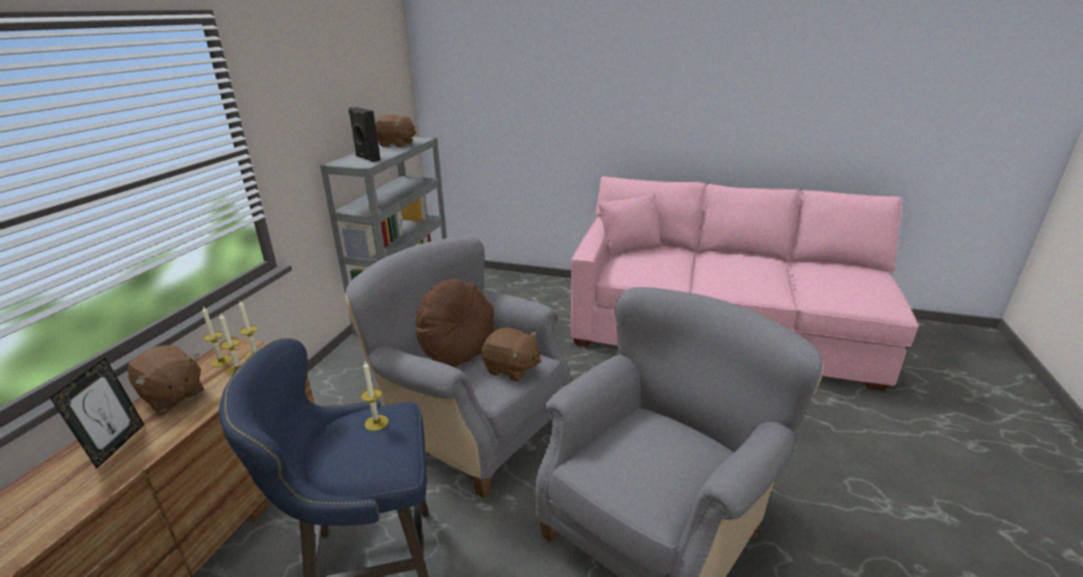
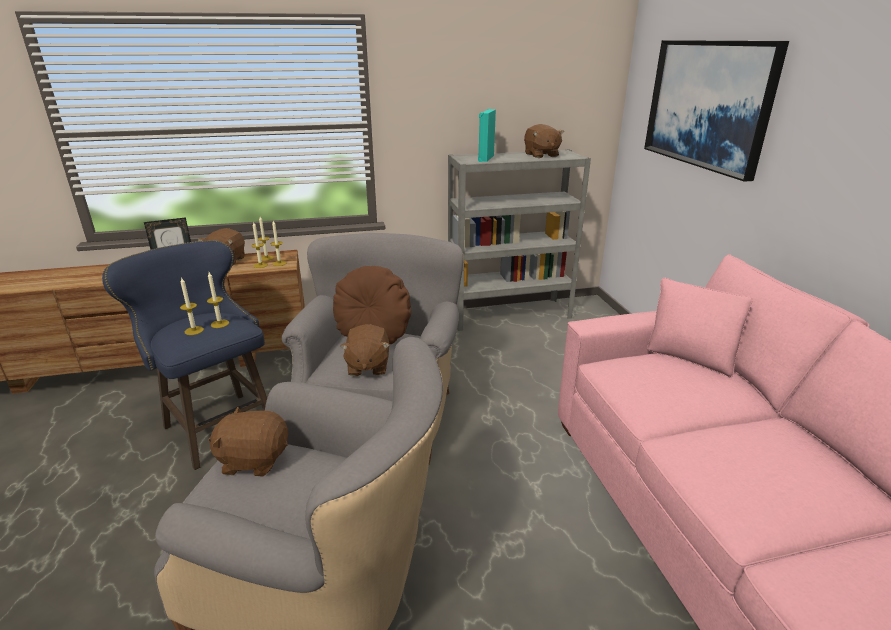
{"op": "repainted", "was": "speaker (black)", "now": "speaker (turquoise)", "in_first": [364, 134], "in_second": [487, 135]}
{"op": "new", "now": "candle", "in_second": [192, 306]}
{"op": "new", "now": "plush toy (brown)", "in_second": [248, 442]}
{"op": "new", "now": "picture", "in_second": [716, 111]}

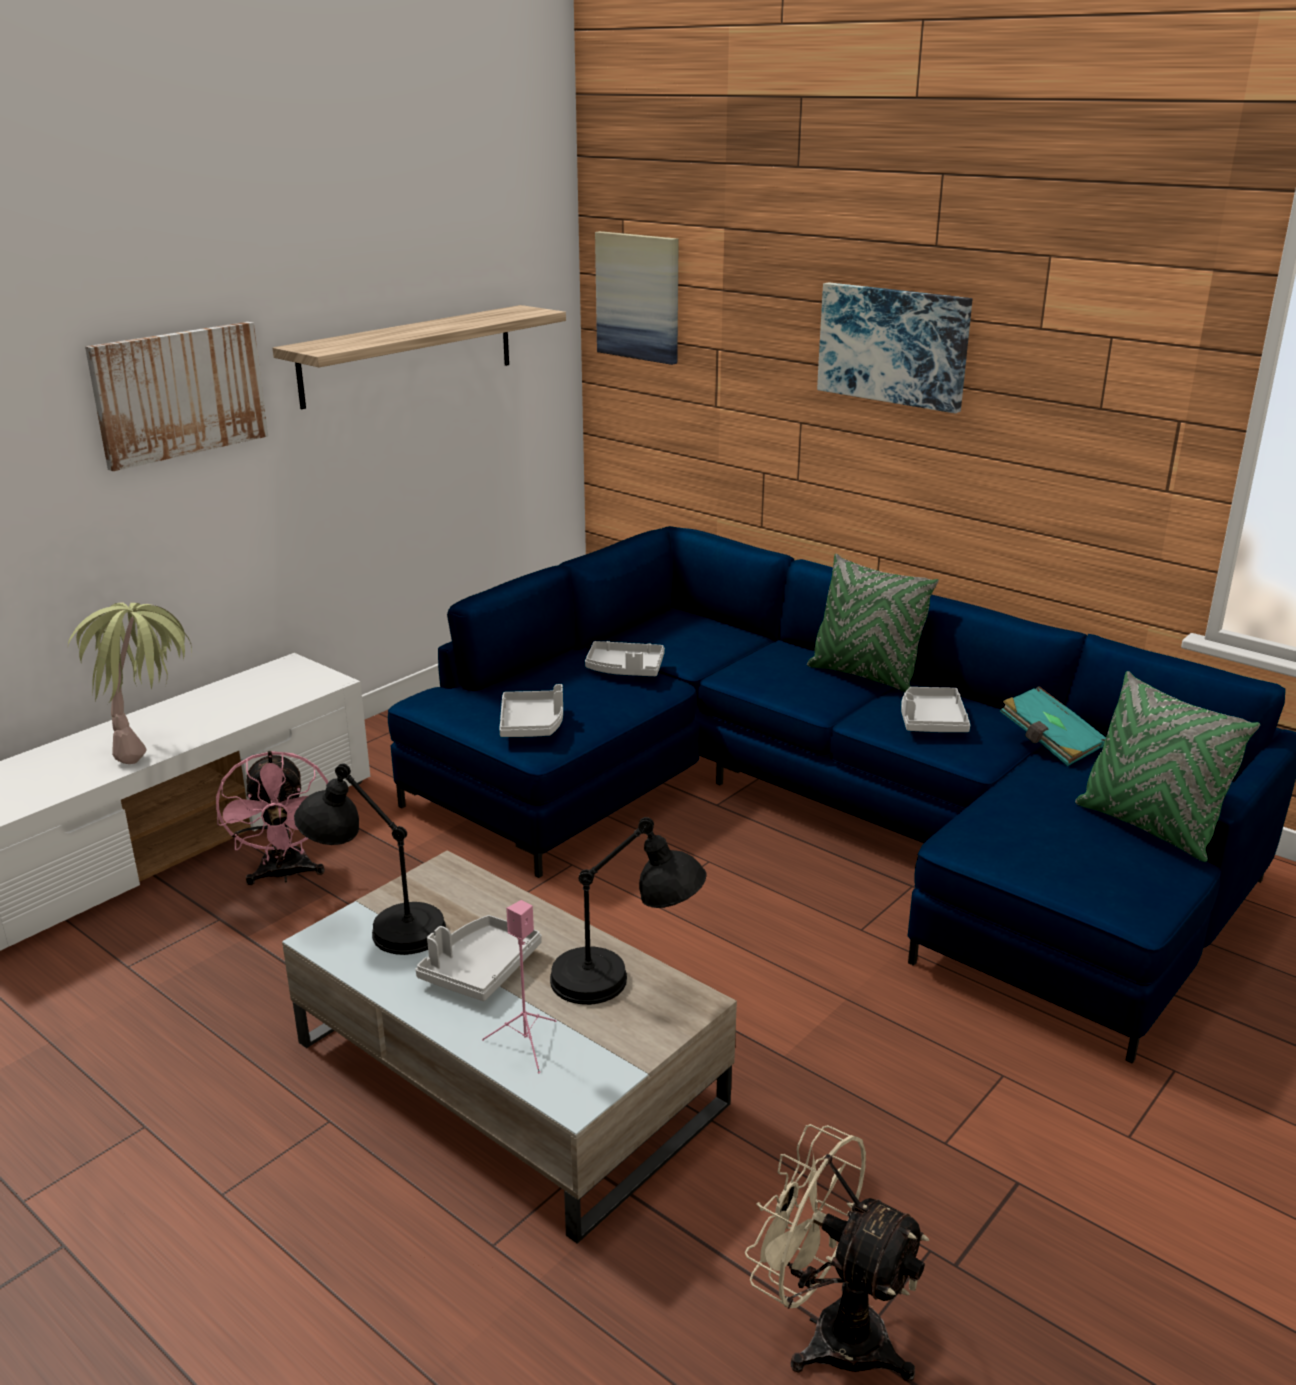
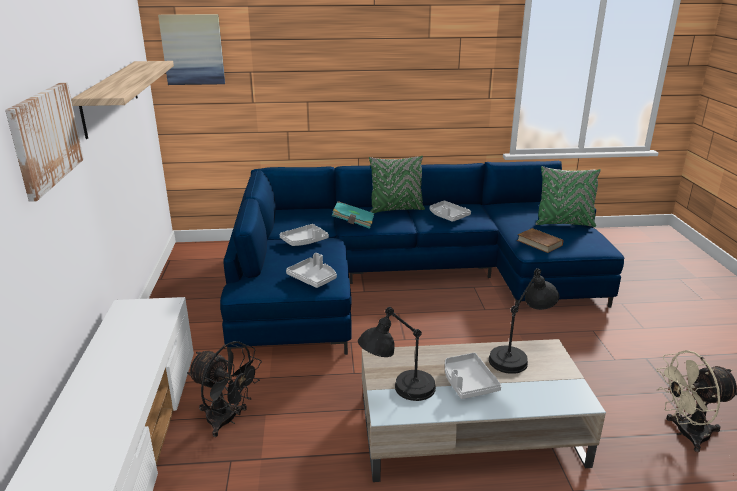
{"op": "gone", "was": "potted plant", "in_first": [130, 683]}
{"op": "repainted", "was": "fan (pink)", "now": "fan (black)", "in_first": [272, 818], "in_second": [224, 389]}
{"op": "gone", "was": "speaker (pink)", "in_first": [519, 986]}
{"op": "gone", "was": "picture", "in_first": [894, 348]}
{"op": "shifted", "was": "book (turquoise)", "in_first": [1053, 726], "in_second": [353, 215]}
{"op": "new", "now": "book (brown)", "in_second": [540, 240]}

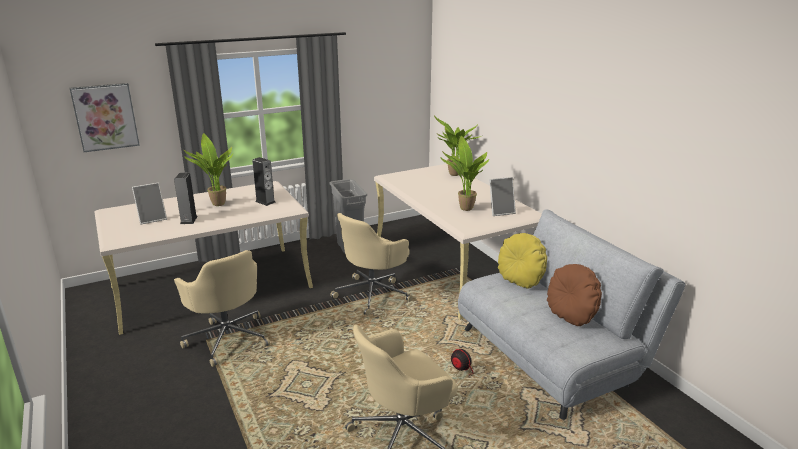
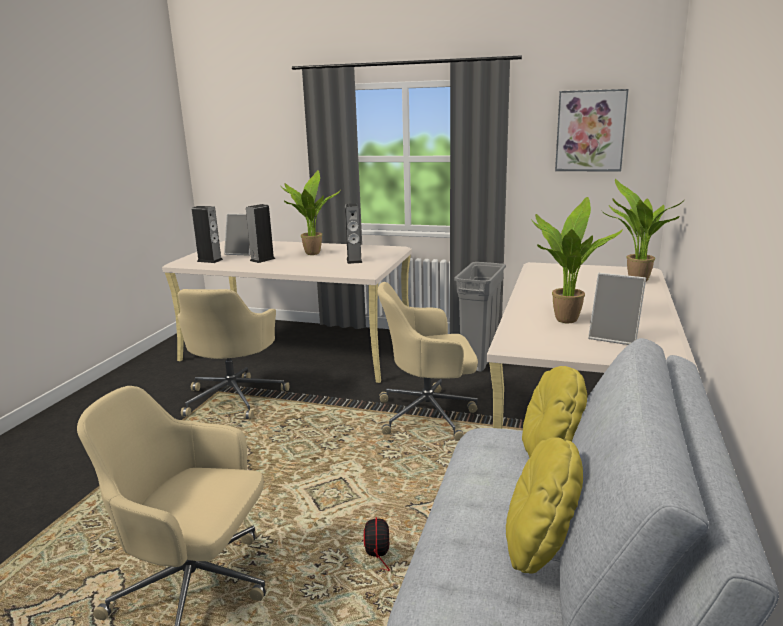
{"op": "shifted", "was": "picture", "in_first": [104, 117], "in_second": [592, 130]}
{"op": "repainted", "was": "pillow (brown)", "now": "pillow (yellow)", "in_first": [574, 295], "in_second": [544, 505]}
{"op": "new", "now": "speaker", "in_second": [207, 234]}

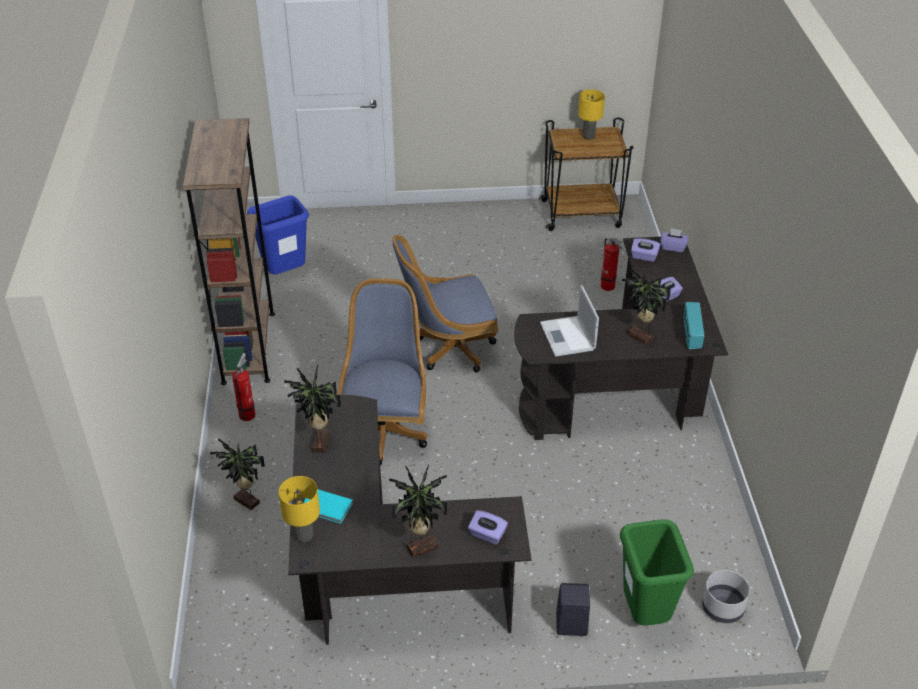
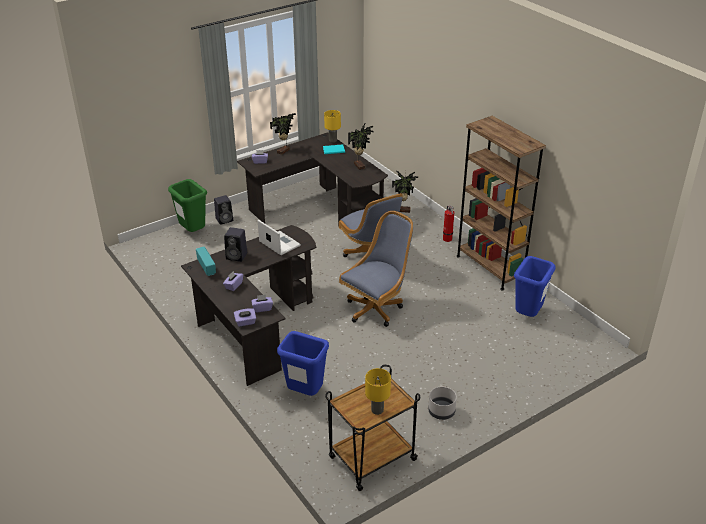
{"op": "swapped", "was": "fire extinguisher", "now": "trash can (blue)", "in_first": [612, 264], "in_second": [303, 363]}
{"op": "swapped", "was": "potted plant", "now": "speaker (black)", "in_first": [646, 306], "in_second": [235, 244]}
{"op": "shifted", "was": "planter (grey)", "in_first": [726, 596], "in_second": [442, 403]}

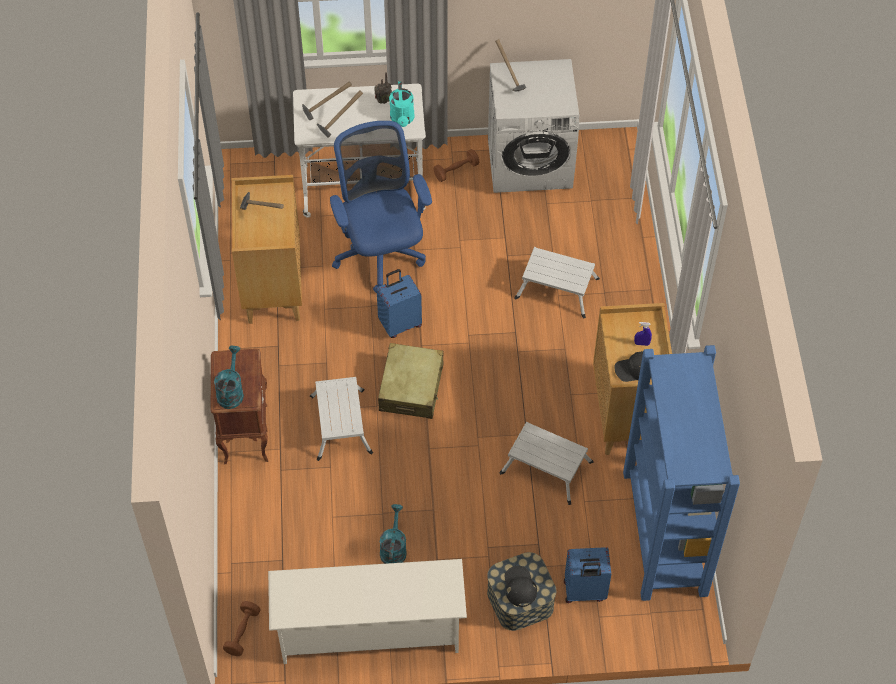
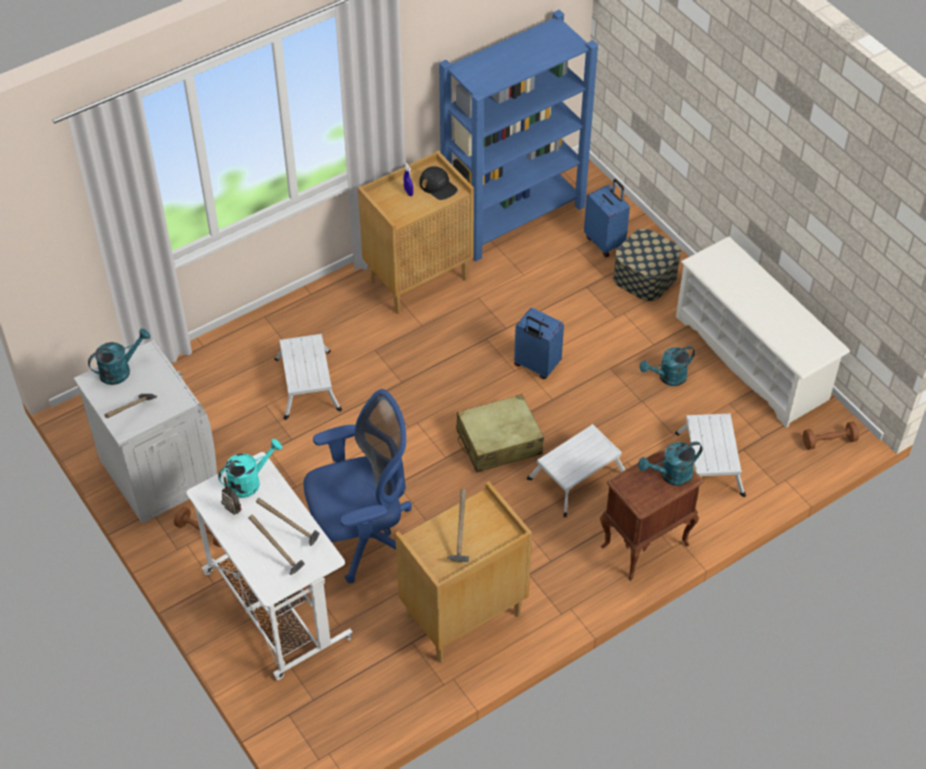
{"op": "rotated", "was": "office chair (blue)", "in_first": [381, 207], "in_second": [358, 486], "clockwise": -150}
{"op": "shifted", "was": "suitcase (blue)", "in_first": [399, 303], "in_second": [539, 343]}
{"op": "shifted", "was": "step ladder (white)", "in_first": [546, 463], "in_second": [710, 455]}
{"op": "gone", "was": "cap (black)", "in_first": [521, 586]}
{"op": "new", "now": "watering can (turquoise)", "in_second": [119, 356]}

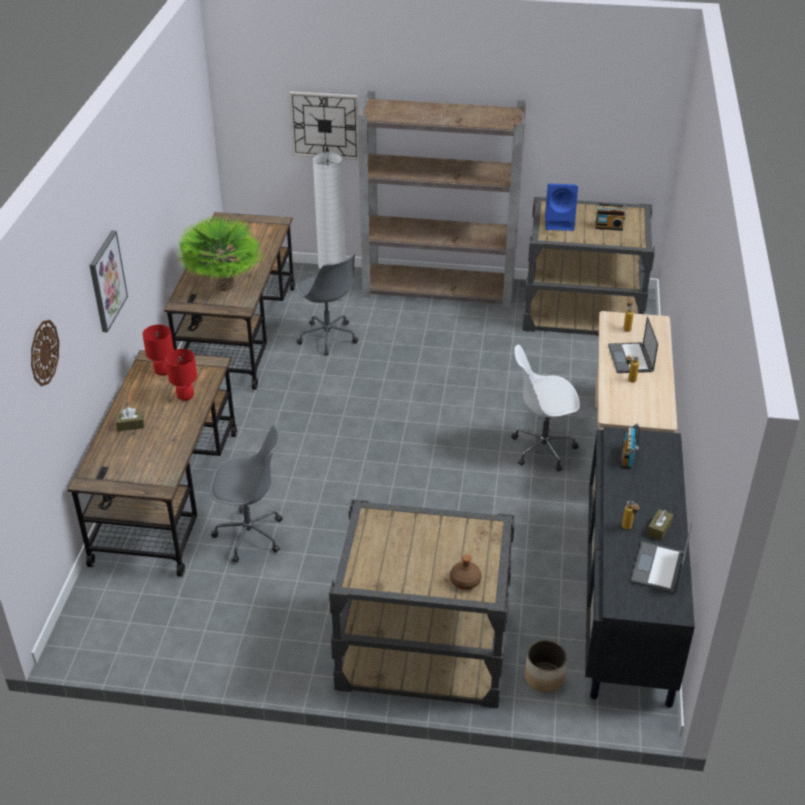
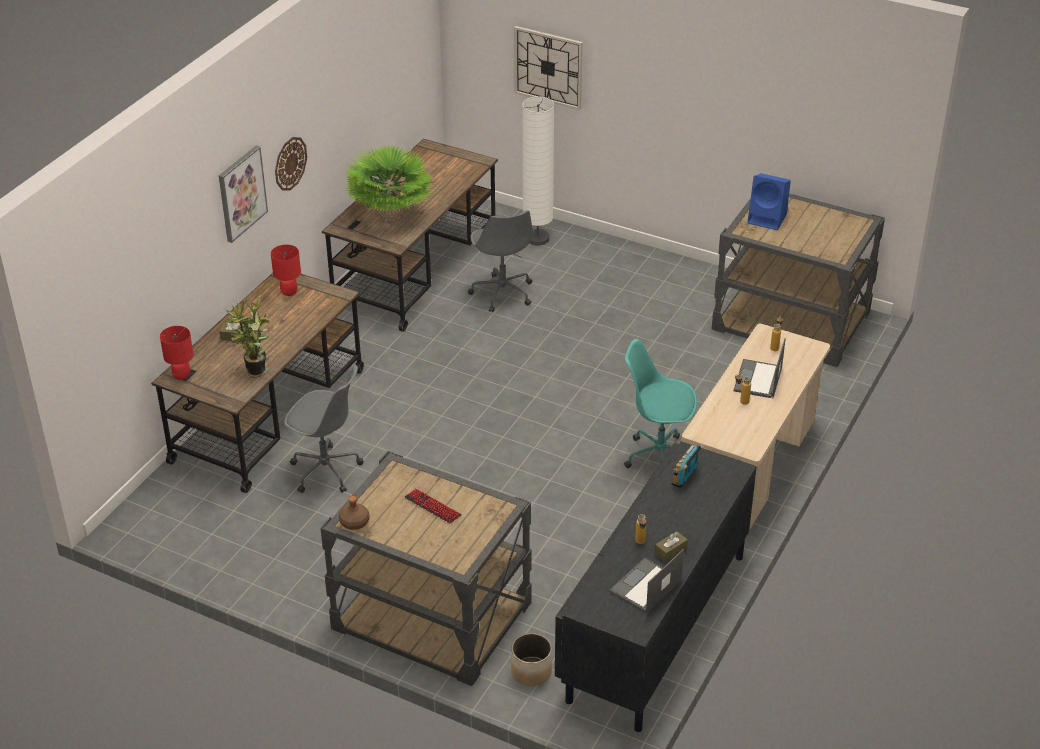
{"op": "shifted", "was": "wall clock", "in_first": [45, 353], "in_second": [291, 164]}
{"op": "shifted", "was": "table lamp (red)", "in_first": [181, 375], "in_second": [177, 353]}
{"op": "gone", "was": "bookcase (brown)", "in_first": [442, 199]}
{"op": "shifted", "was": "bottle (brown)", "in_first": [466, 572], "in_second": [354, 513]}
{"op": "repainted", "was": "office chair (white)", "now": "office chair (turquoise)", "in_first": [545, 408], "in_second": [660, 403]}
{"op": "gone", "was": "radio", "in_first": [611, 217]}
{"op": "new", "now": "potted plant", "in_second": [247, 336]}
{"op": "new", "now": "keyboard", "in_second": [433, 506]}

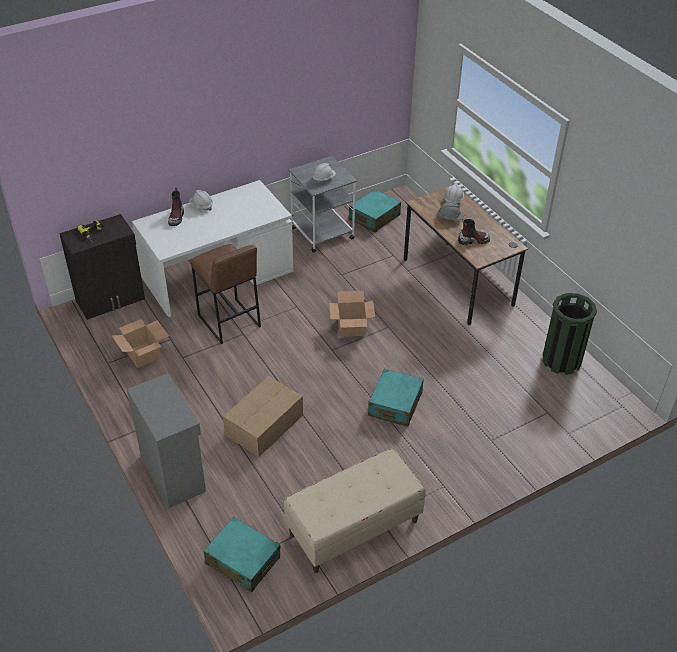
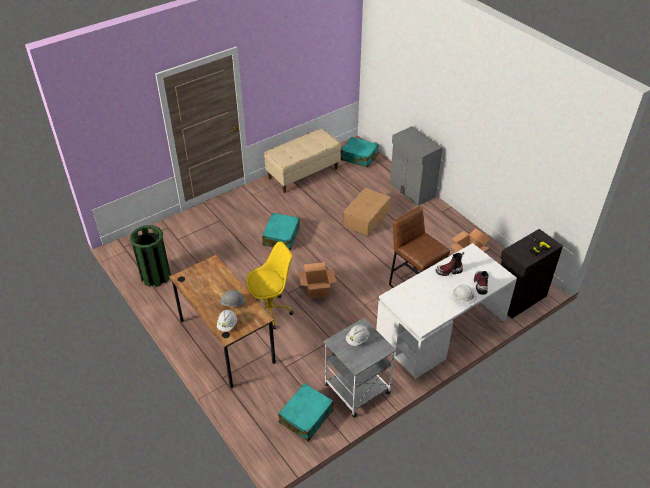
{"op": "shifted", "was": "boot", "in_first": [474, 232], "in_second": [450, 264]}
{"op": "new", "now": "office chair (yellow)", "in_second": [270, 285]}

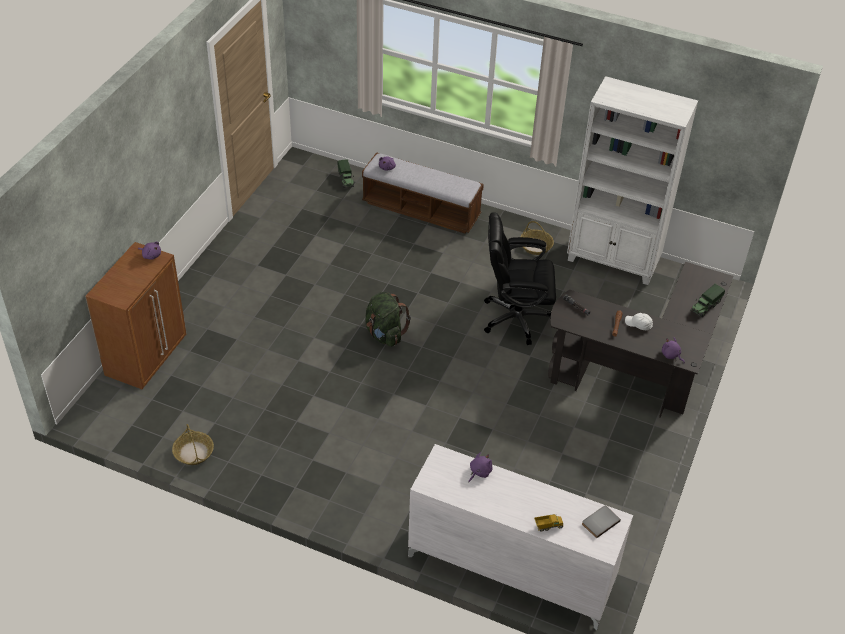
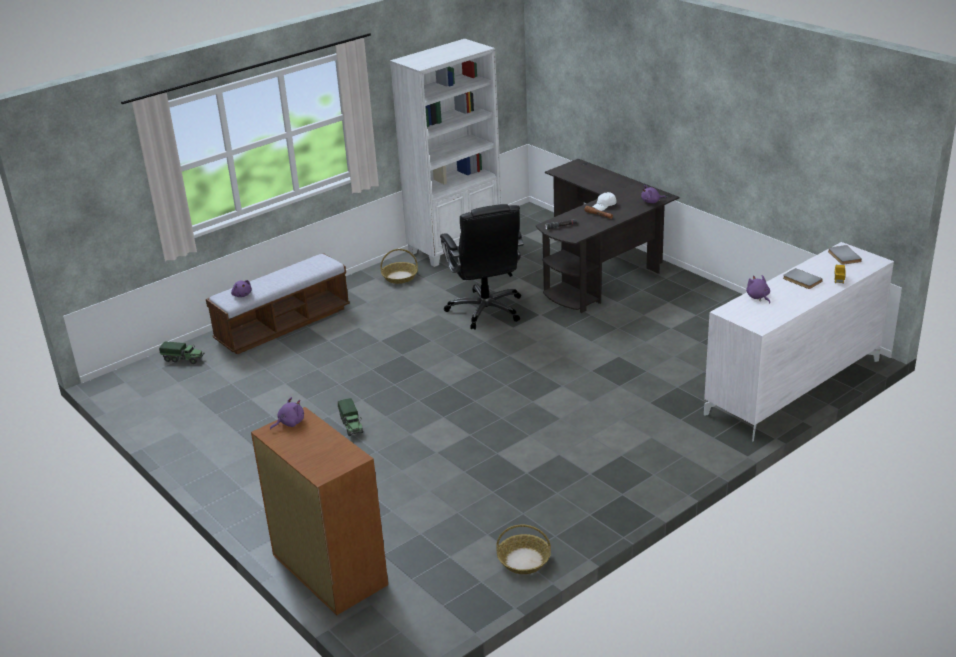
{"op": "gone", "was": "backpack (green)", "in_first": [388, 319]}
{"op": "rotated", "was": "office chair (black)", "in_first": [520, 278], "in_second": [481, 267], "clockwise": -45}
{"op": "shifted", "was": "toy truck", "in_first": [707, 300], "in_second": [350, 417]}
{"op": "new", "now": "book (grey)", "in_second": [803, 278]}

